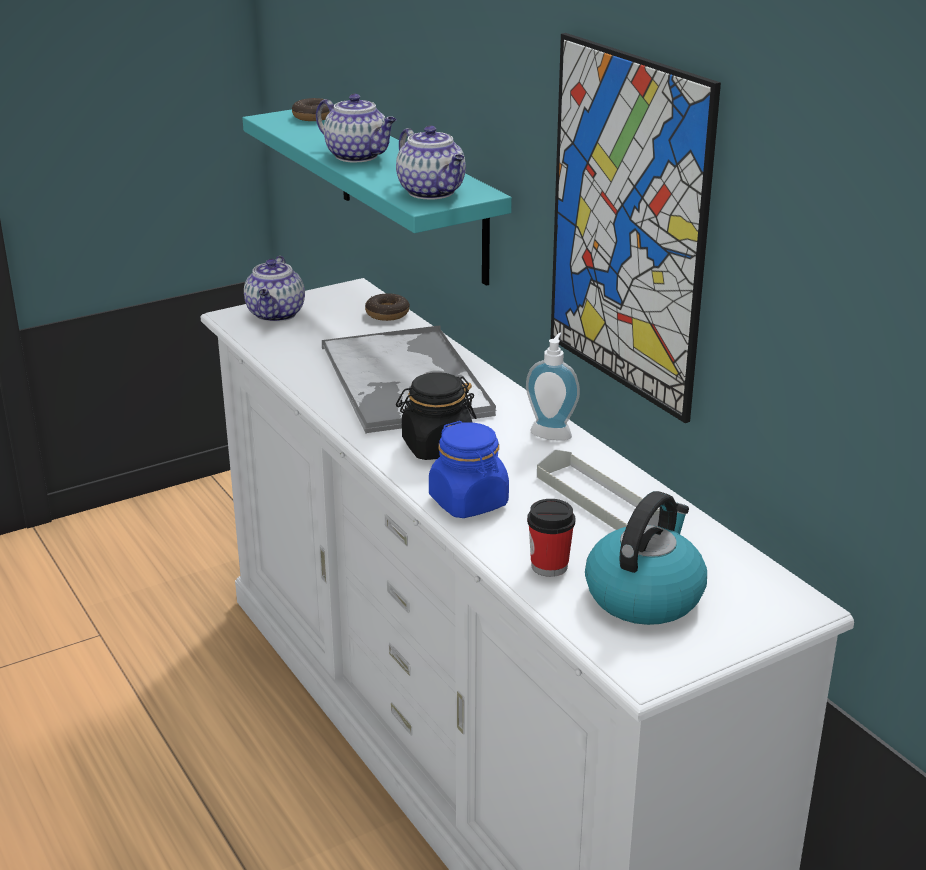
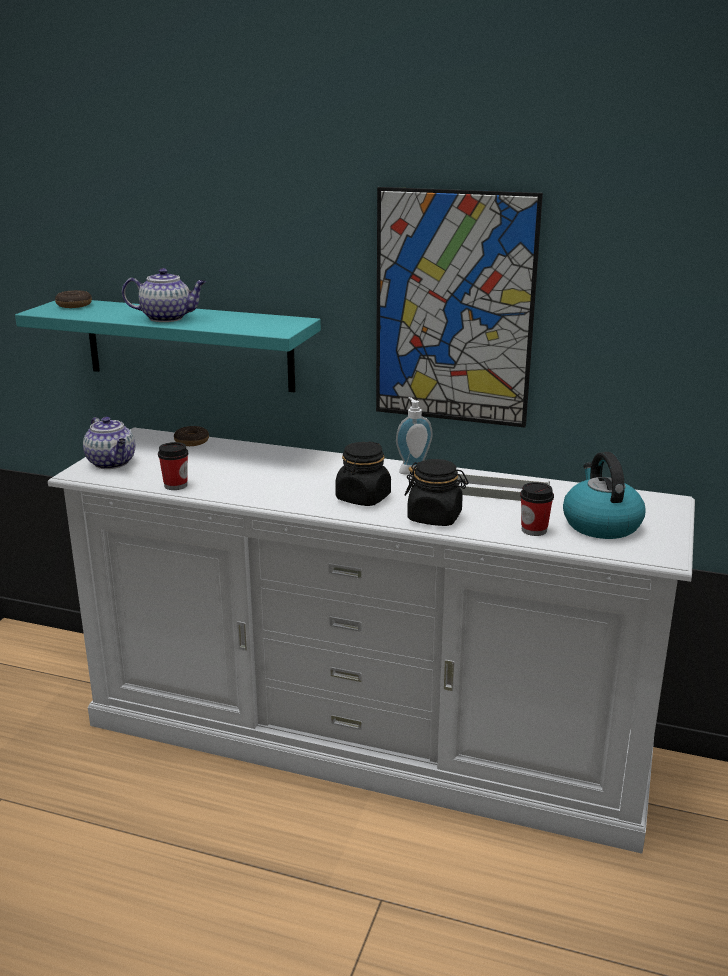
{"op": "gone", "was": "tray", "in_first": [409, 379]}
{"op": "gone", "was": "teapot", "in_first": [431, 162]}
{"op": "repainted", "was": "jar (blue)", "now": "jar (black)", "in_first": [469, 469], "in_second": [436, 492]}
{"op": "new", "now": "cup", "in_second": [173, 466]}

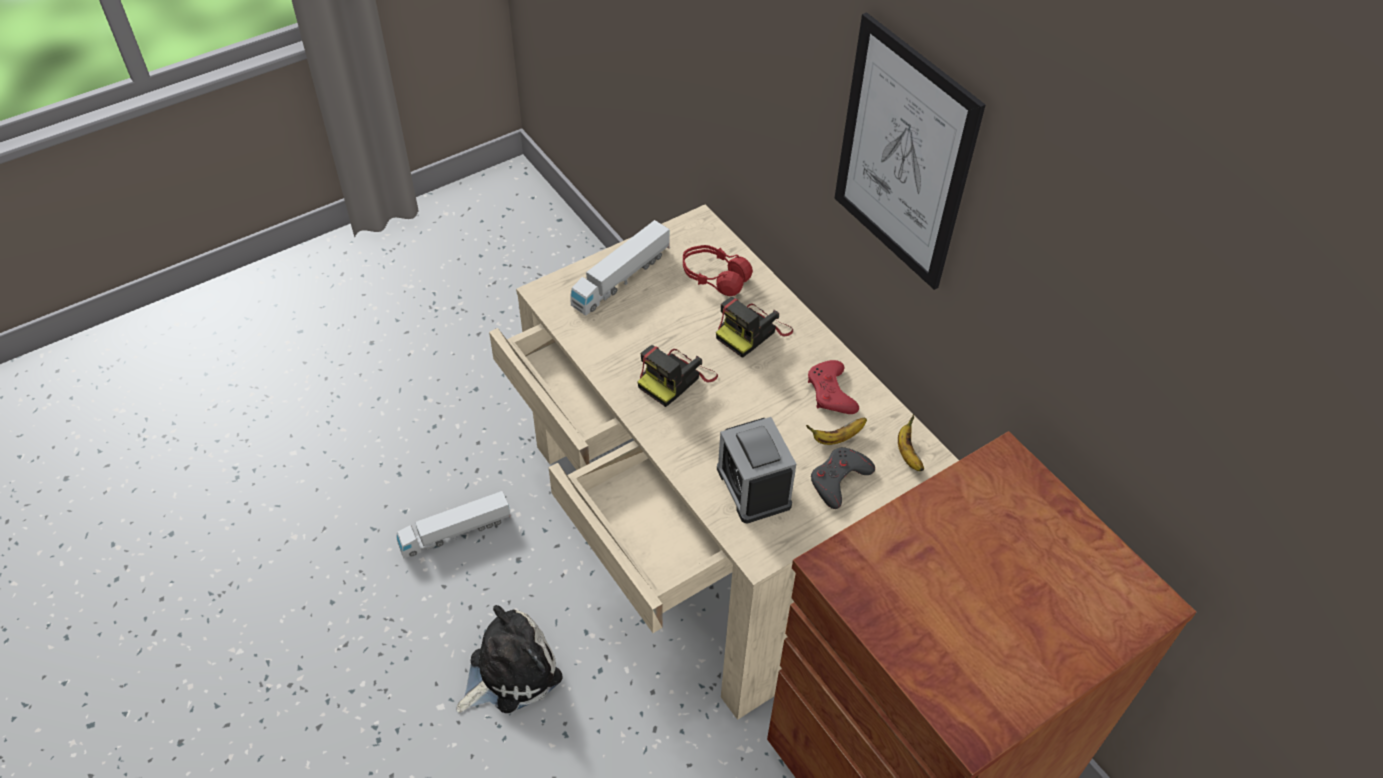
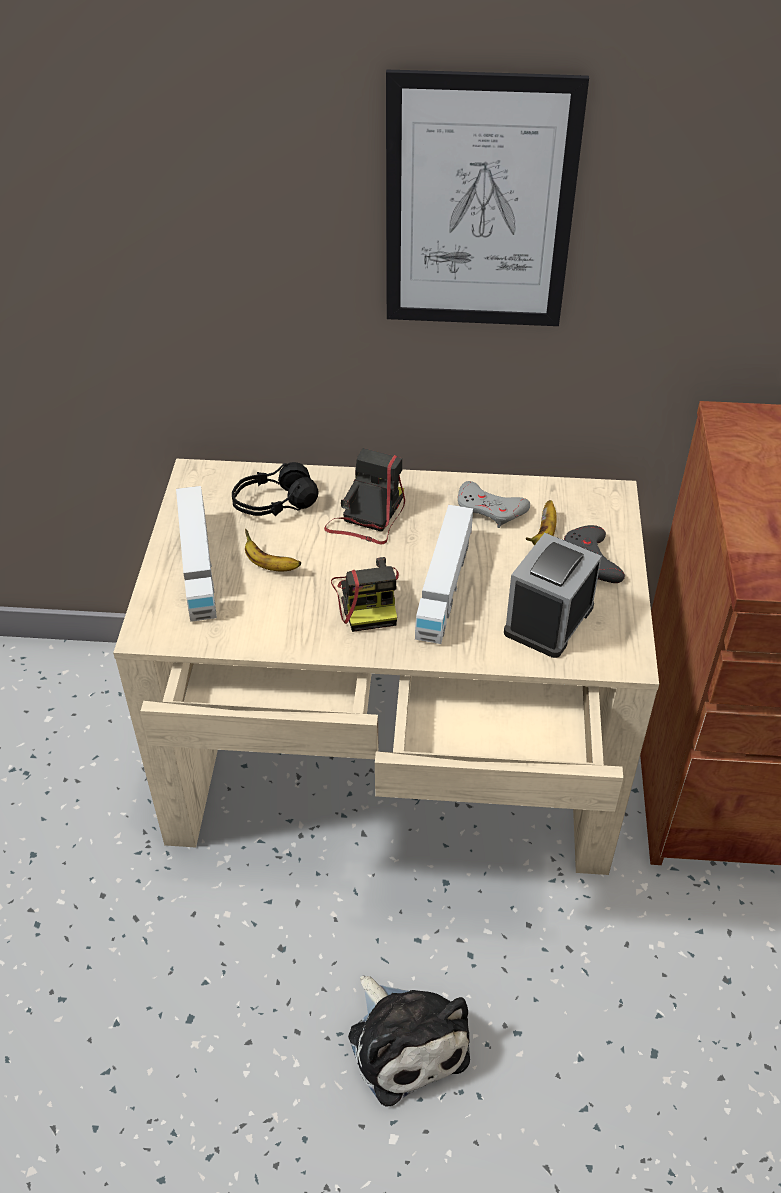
{"op": "shifted", "was": "toy truck", "in_first": [454, 524], "in_second": [444, 574]}
{"op": "rotated", "was": "plush toy", "in_first": [509, 659], "in_second": [409, 1041], "clockwise": 150}
{"op": "repainted", "was": "headphones (red)", "now": "headphones (black)", "in_first": [718, 270], "in_second": [275, 489]}
{"op": "rotated", "was": "photo camera", "in_first": [754, 327], "in_second": [364, 496], "clockwise": -150}
{"op": "rotated", "was": "alarm clock", "in_first": [756, 470], "in_second": [553, 595], "clockwise": 105}
{"op": "repainted", "was": "game controller (red)", "now": "game controller (grey)", "in_first": [833, 387], "in_second": [494, 504]}
{"op": "shifted", "was": "banana", "in_first": [911, 443], "in_second": [273, 550]}

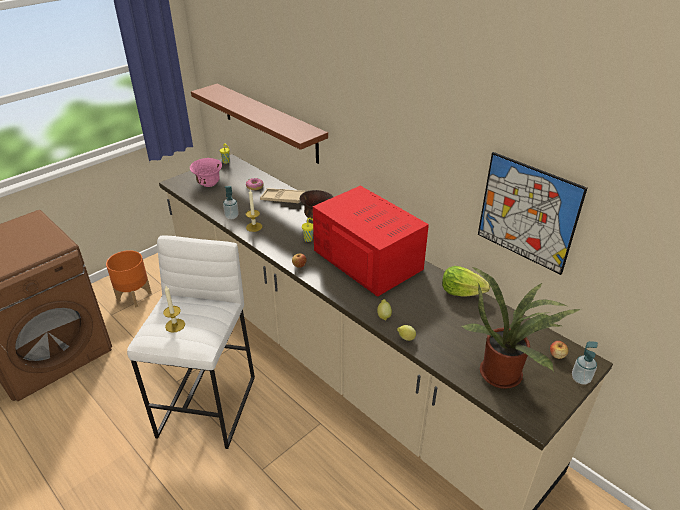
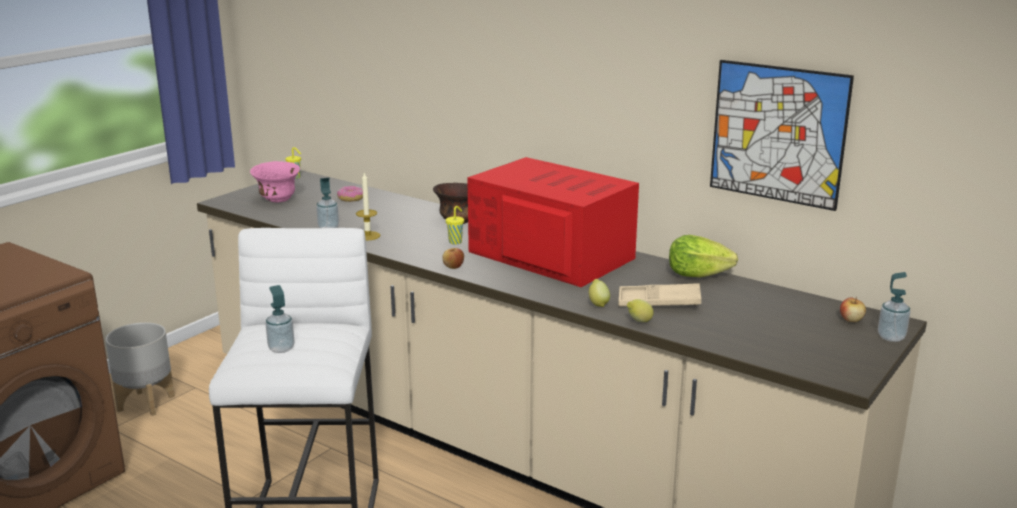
{"op": "repainted", "was": "planter (orange)", "now": "planter (grey)", "in_first": [129, 279], "in_second": [140, 369]}
{"op": "swapped", "was": "candle", "now": "soap dispenser", "in_first": [174, 309], "in_second": [279, 319]}
{"op": "gone", "was": "shelf (brown)", "in_first": [259, 124]}
{"op": "shifted", "was": "tray (beige)", "in_first": [282, 195], "in_second": [660, 295]}
{"op": "gone", "was": "potted plant", "in_first": [521, 328]}

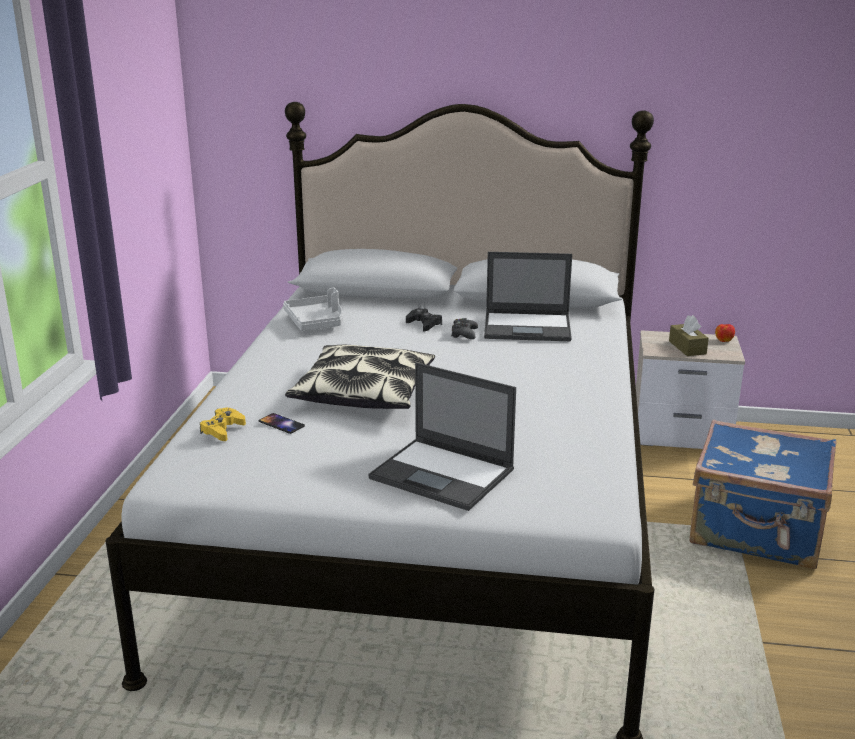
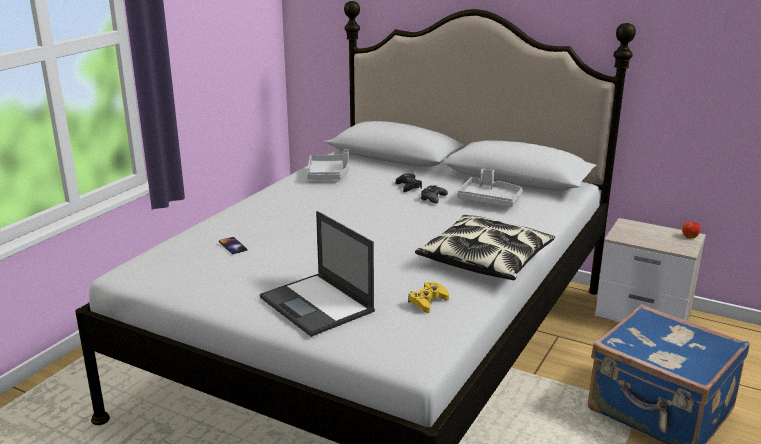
{"op": "shifted", "was": "game controller (yellow)", "in_first": [223, 424], "in_second": [428, 297]}
{"op": "shifted", "was": "pillow", "in_first": [360, 377], "in_second": [485, 247]}
{"op": "swapped", "was": "laptop", "now": "tray (grey)", "in_first": [528, 296], "in_second": [490, 188]}
{"op": "gone", "was": "tissue box (brown)", "in_first": [689, 335]}

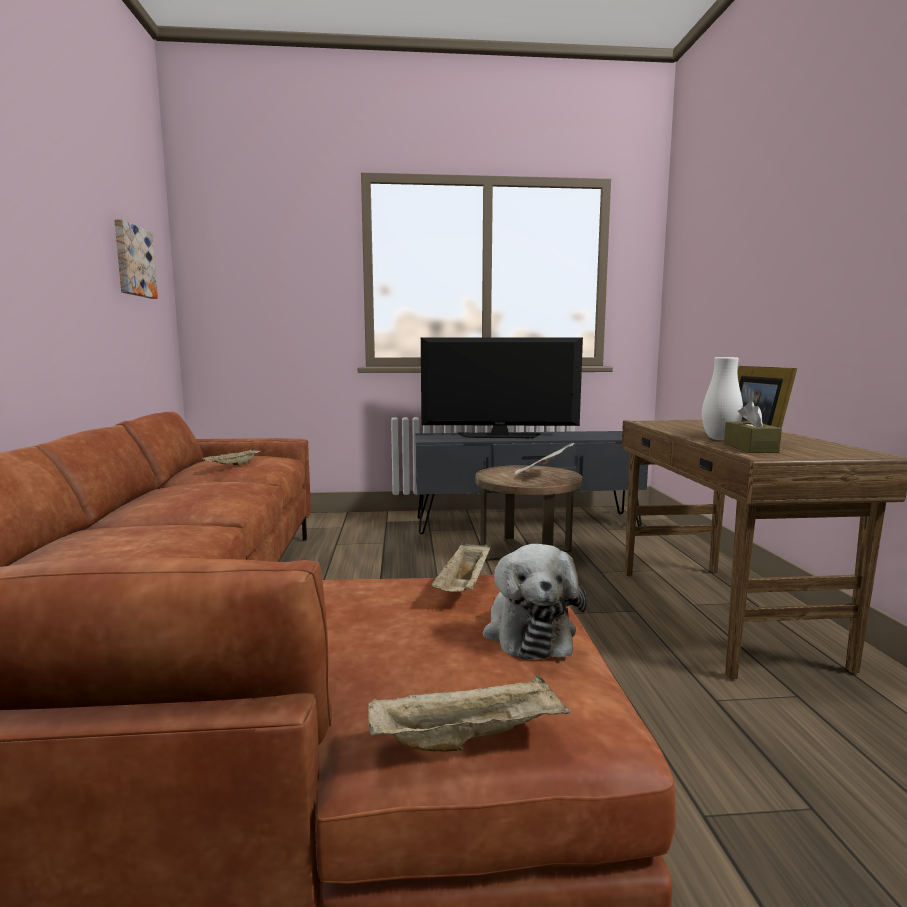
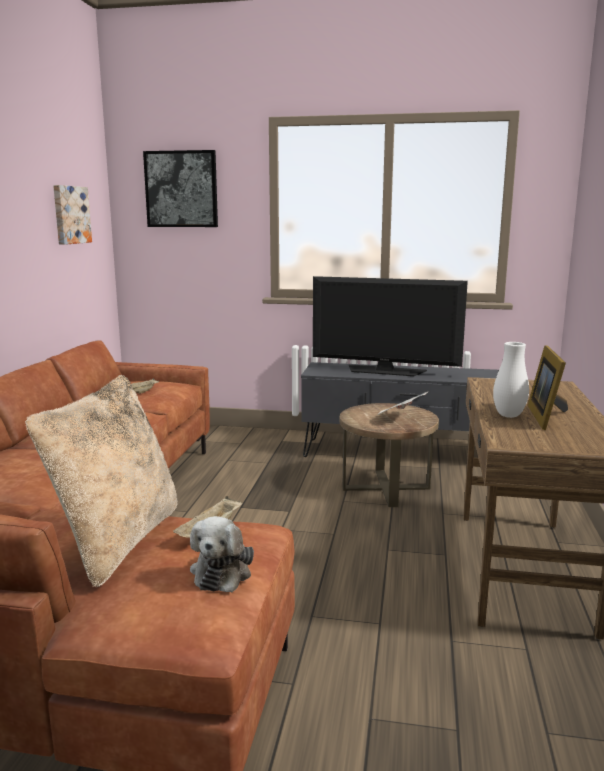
{"op": "gone", "was": "tray (beige)", "in_first": [469, 712]}
{"op": "gone", "was": "tissue box (brown)", "in_first": [753, 427]}
{"op": "new", "now": "pillow (beige)", "in_second": [101, 481]}
{"op": "new", "now": "picture", "in_second": [180, 188]}

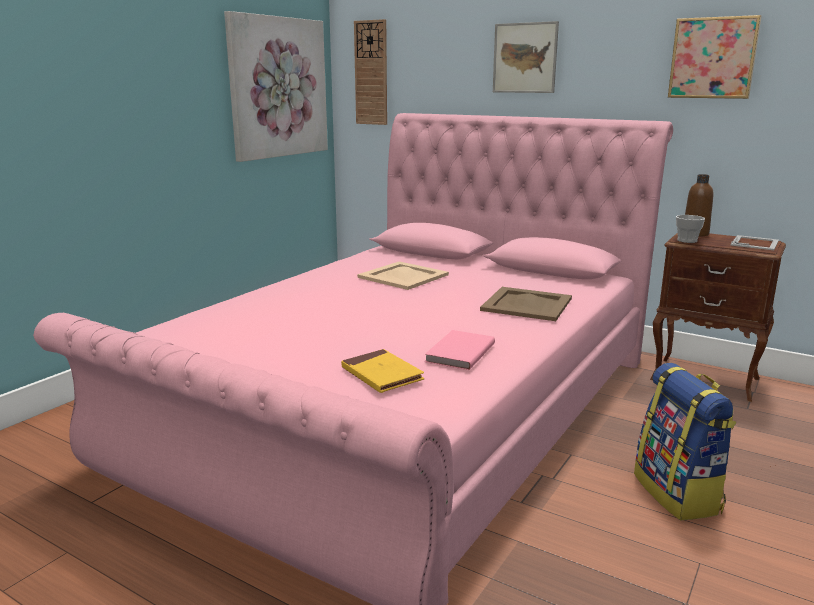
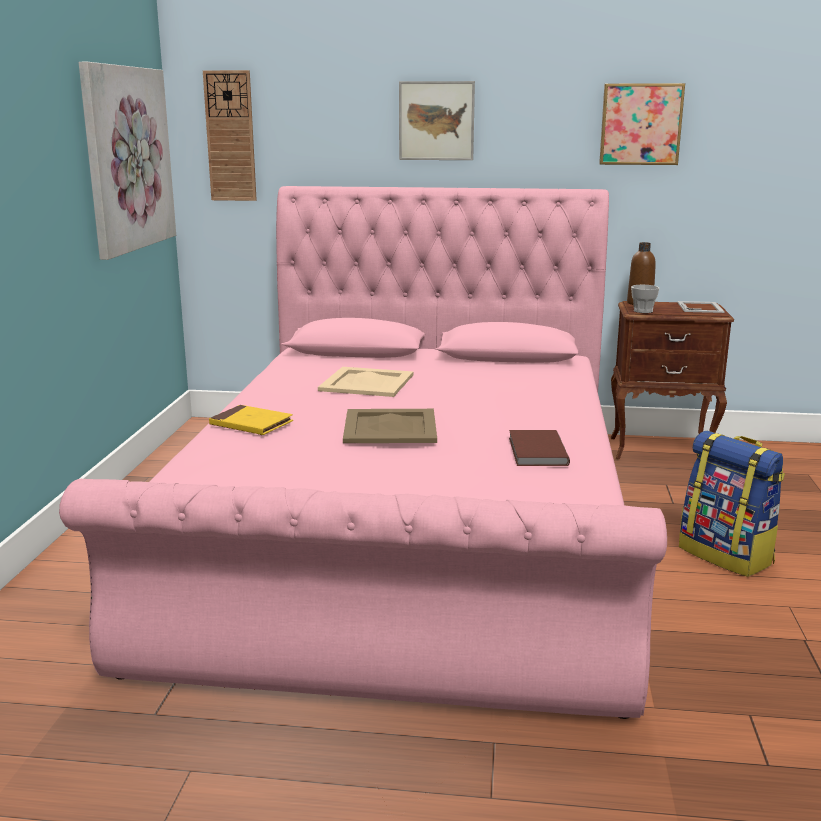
{"op": "shifted", "was": "book (yellow)", "in_first": [382, 371], "in_second": [251, 420]}
{"op": "repainted", "was": "book (pink)", "now": "book (brown)", "in_first": [460, 350], "in_second": [539, 448]}
{"op": "shifted", "was": "tray (beige)", "in_first": [526, 304], "in_second": [390, 426]}

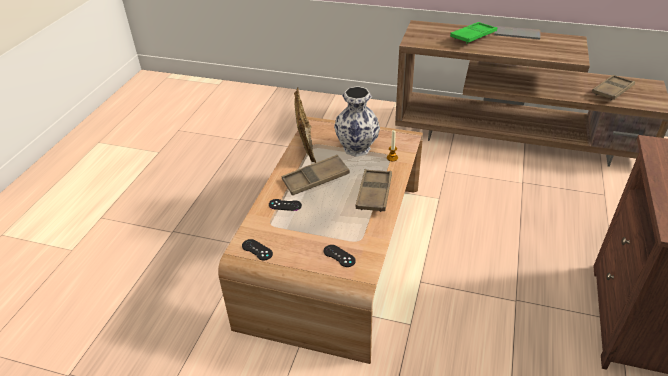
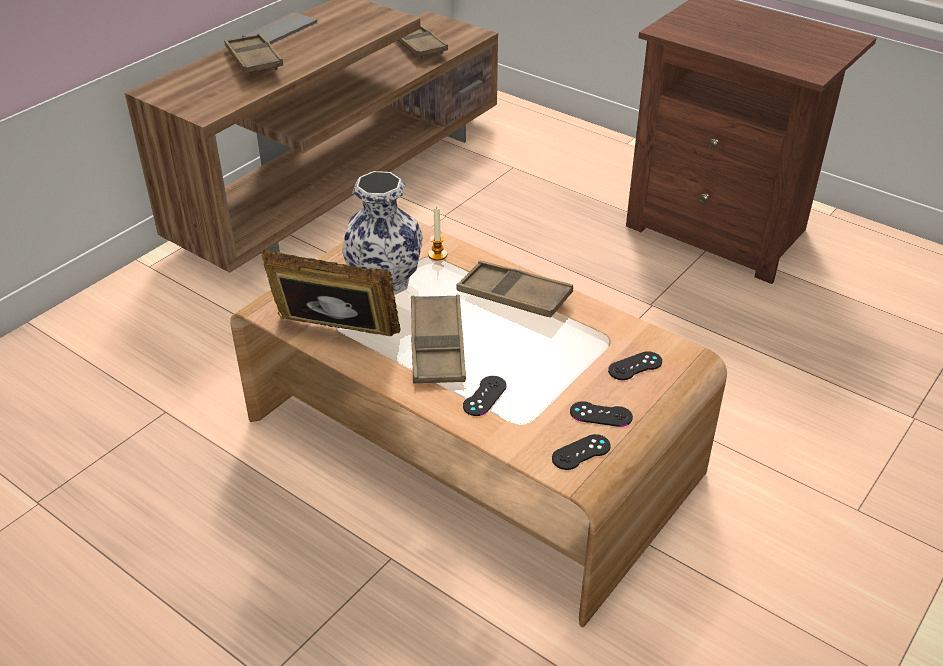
{"op": "repainted", "was": "tray (green)", "now": "tray (brown)", "in_first": [473, 33], "in_second": [253, 54]}
{"op": "new", "now": "game controller (black)", "in_second": [601, 414]}

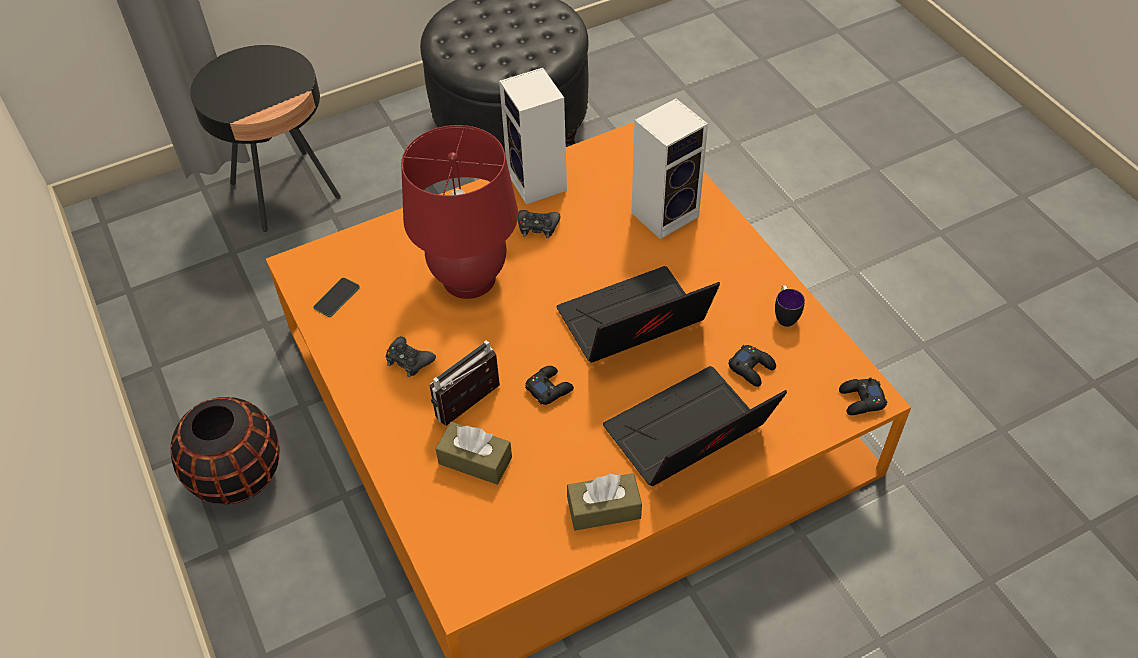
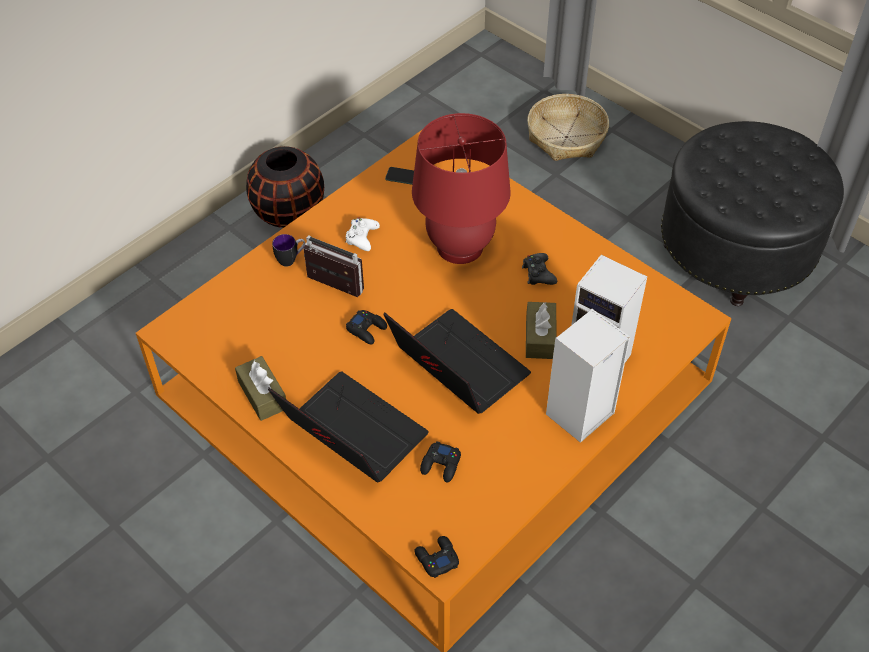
{"op": "swapped", "was": "side table (black)", "now": "basket", "in_first": [265, 138], "in_second": [568, 127]}
{"op": "repainted", "was": "game controller (black)", "now": "game controller (white)", "in_first": [411, 356], "in_second": [362, 234]}
{"op": "shifted", "was": "tissue box (brown)", "in_first": [473, 453], "in_second": [541, 330]}
{"op": "shifted", "was": "speaker", "in_first": [533, 136], "in_second": [588, 376]}
{"op": "shifted", "was": "mug", "in_first": [790, 306], "in_second": [288, 250]}

